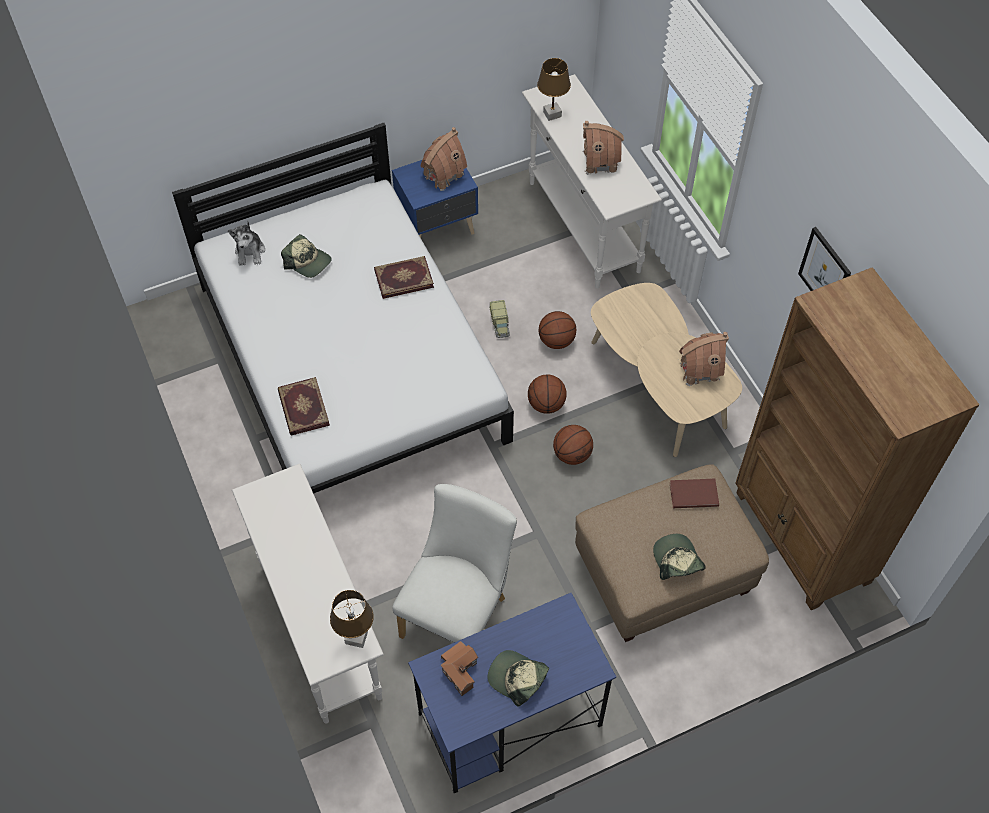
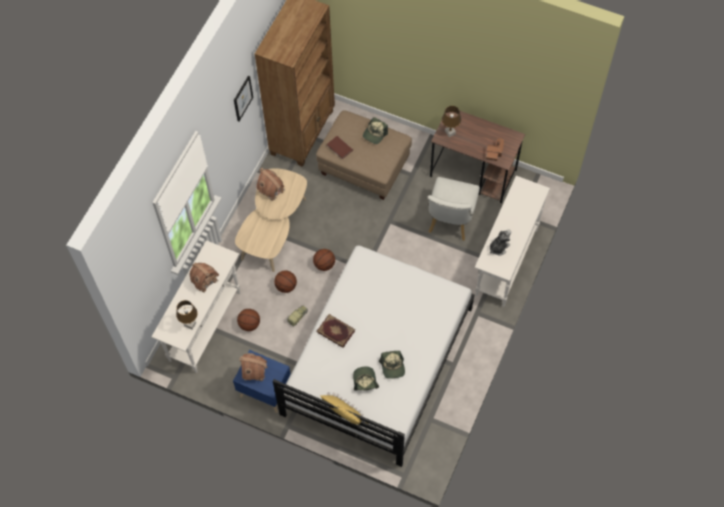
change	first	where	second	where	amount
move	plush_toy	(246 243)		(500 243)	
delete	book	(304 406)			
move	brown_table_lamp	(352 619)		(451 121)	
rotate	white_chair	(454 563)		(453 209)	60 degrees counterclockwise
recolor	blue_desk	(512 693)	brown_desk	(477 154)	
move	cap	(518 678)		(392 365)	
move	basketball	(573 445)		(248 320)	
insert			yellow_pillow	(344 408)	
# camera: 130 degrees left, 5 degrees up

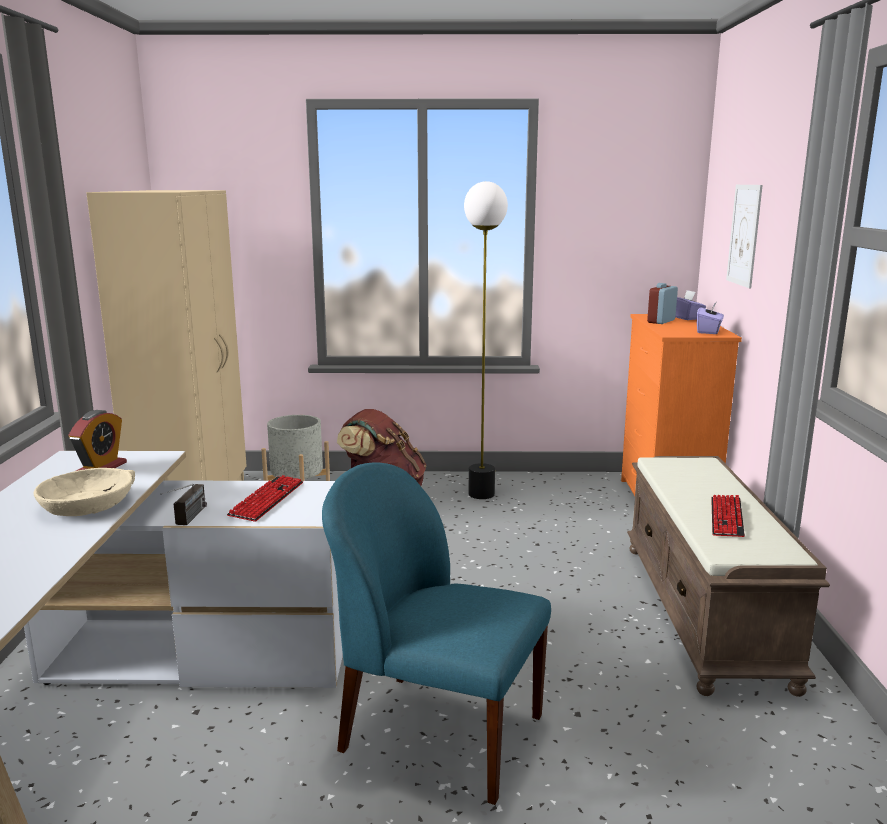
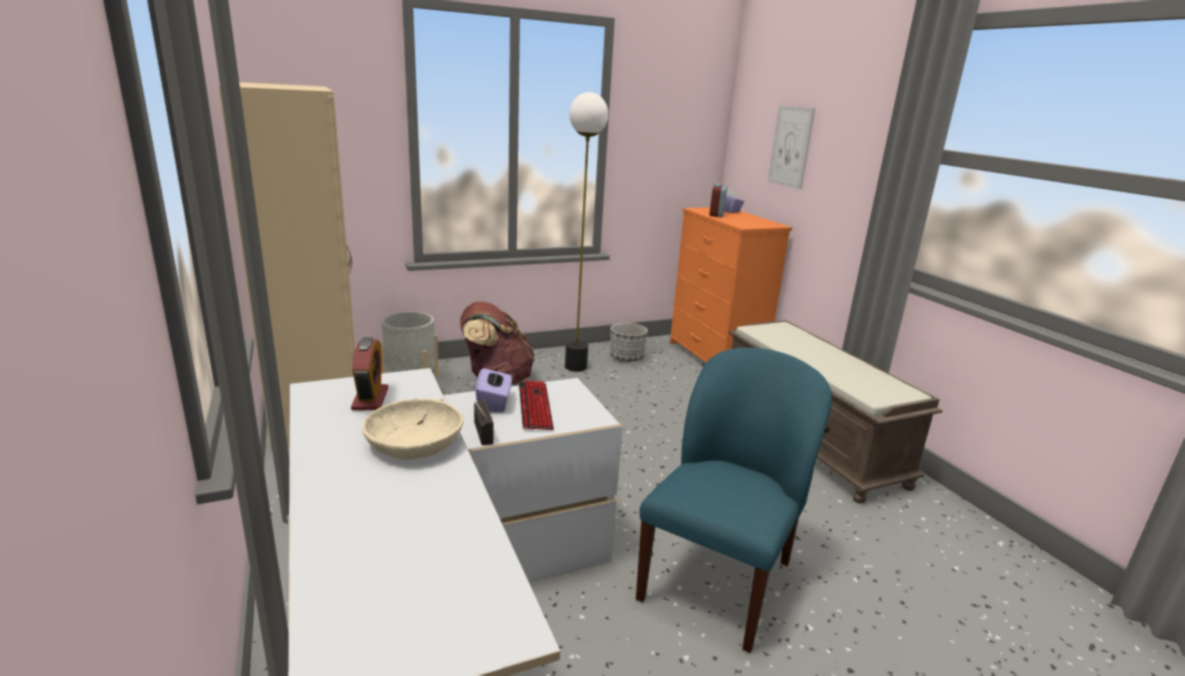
change	first	where	second	where	amount
rotate	blue_chair	(436 633)		(734 500)	120 degrees clockwise
move	purple_tissue_box	(710 318)		(494 390)	
delete	keyboard	(728 516)			
insert			planter	(629 342)	
# camera: 25 degrees left, 5 degrees up

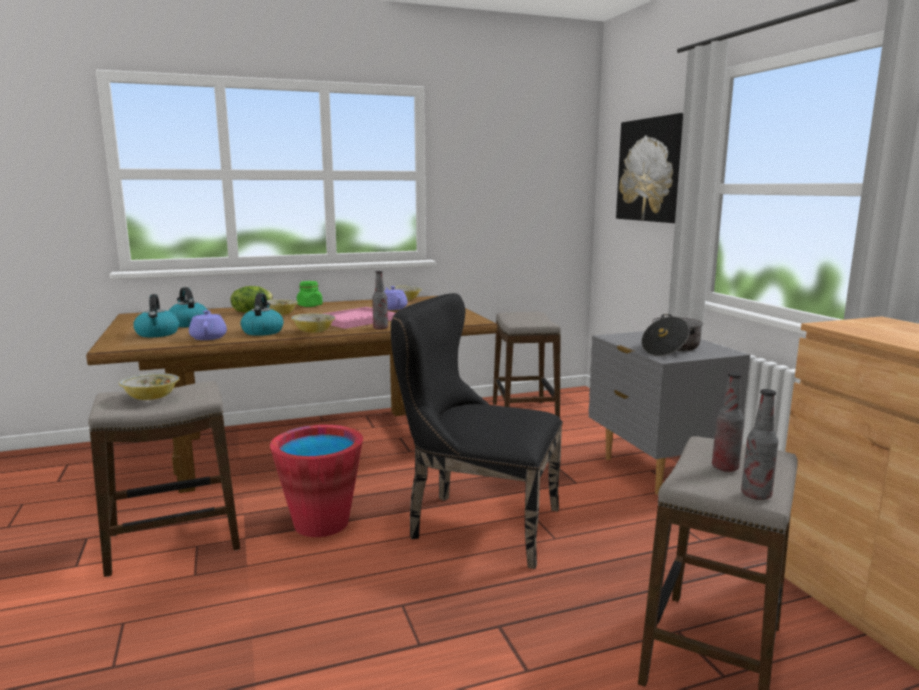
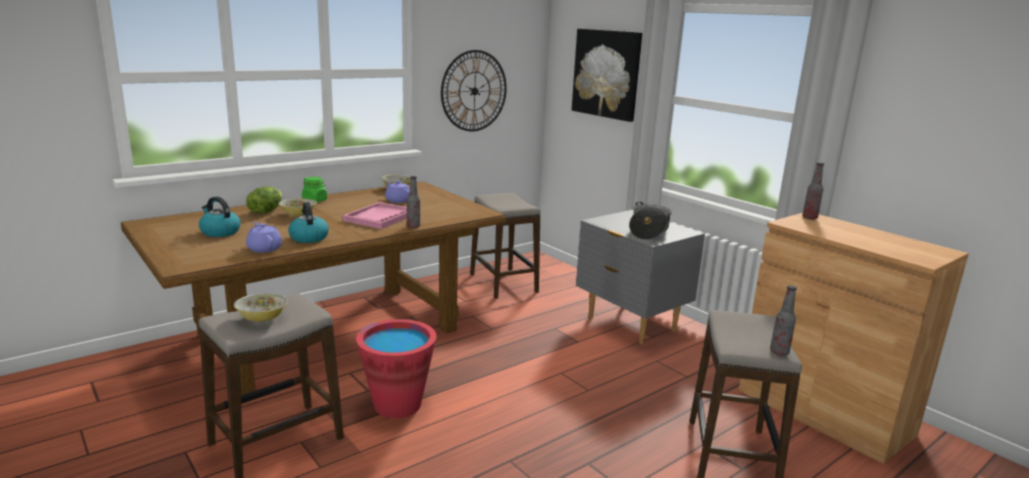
change	first	where	second	where	amount
delete	kettle	(156 315)			
delete	bowl	(313 323)			
delete	black_chair	(477 431)			
move	bottle	(728 422)		(813 190)	
insert			wall_clock	(474 90)	
# camera: 20 degrees left, 5 degrees up

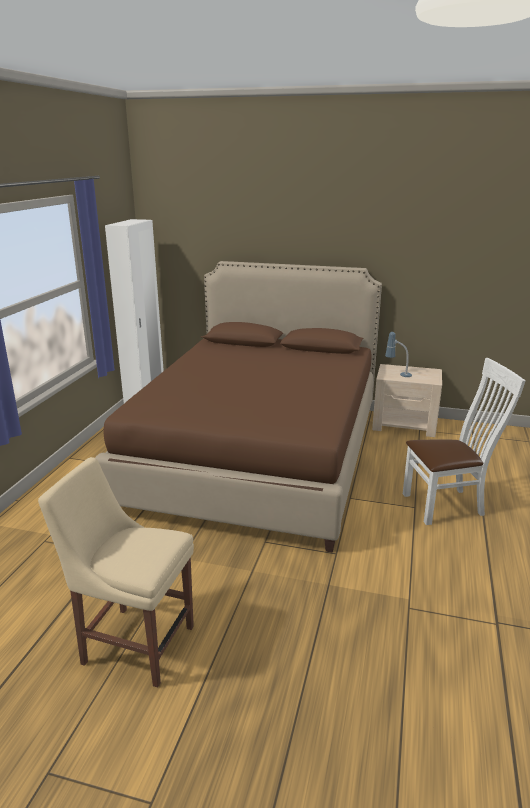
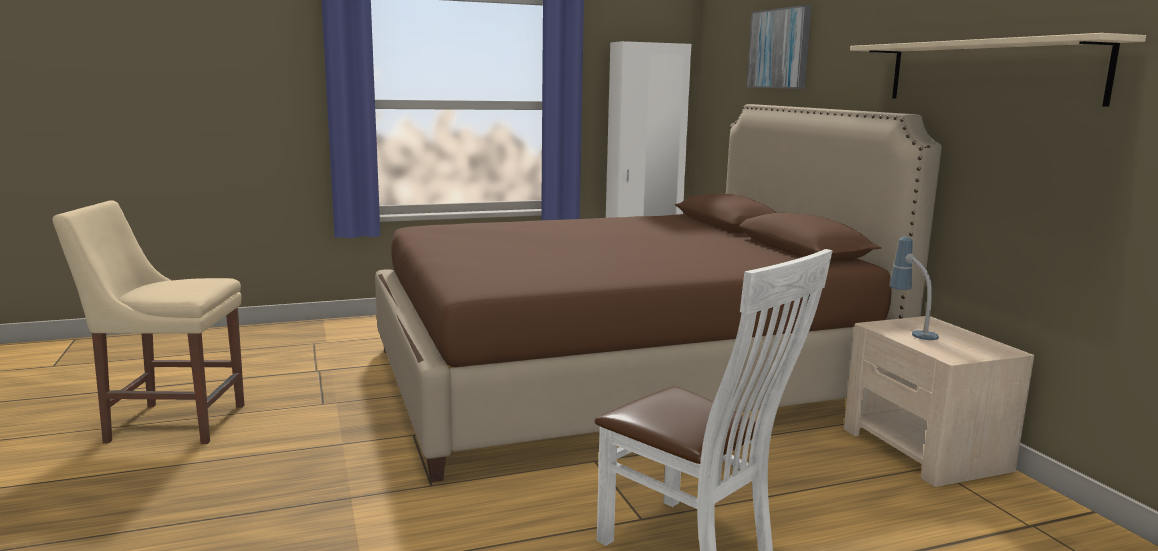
change	first	where	second	where	amount
rotate	beige_chair	(116 572)		(148 322)	75 degrees counterclockwise
insert			picture	(779 47)	
insert			beige_shelf	(998 70)	
# camera: 55 degrees right, 10 degrees down

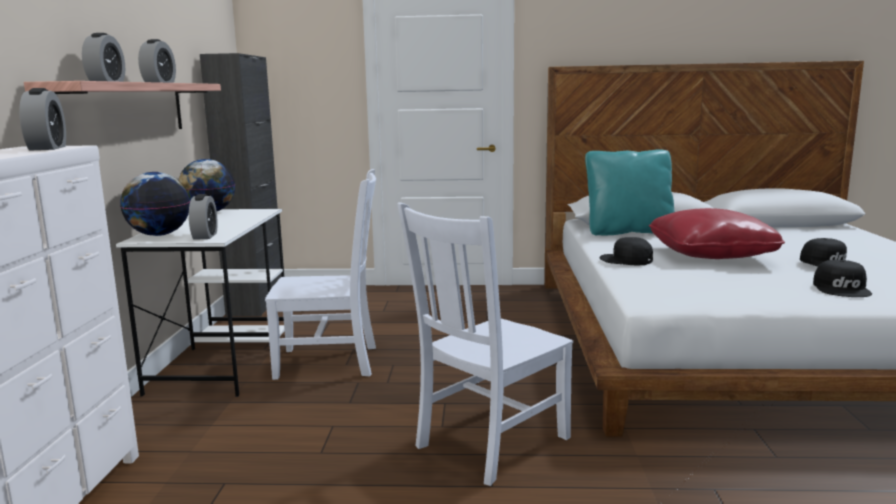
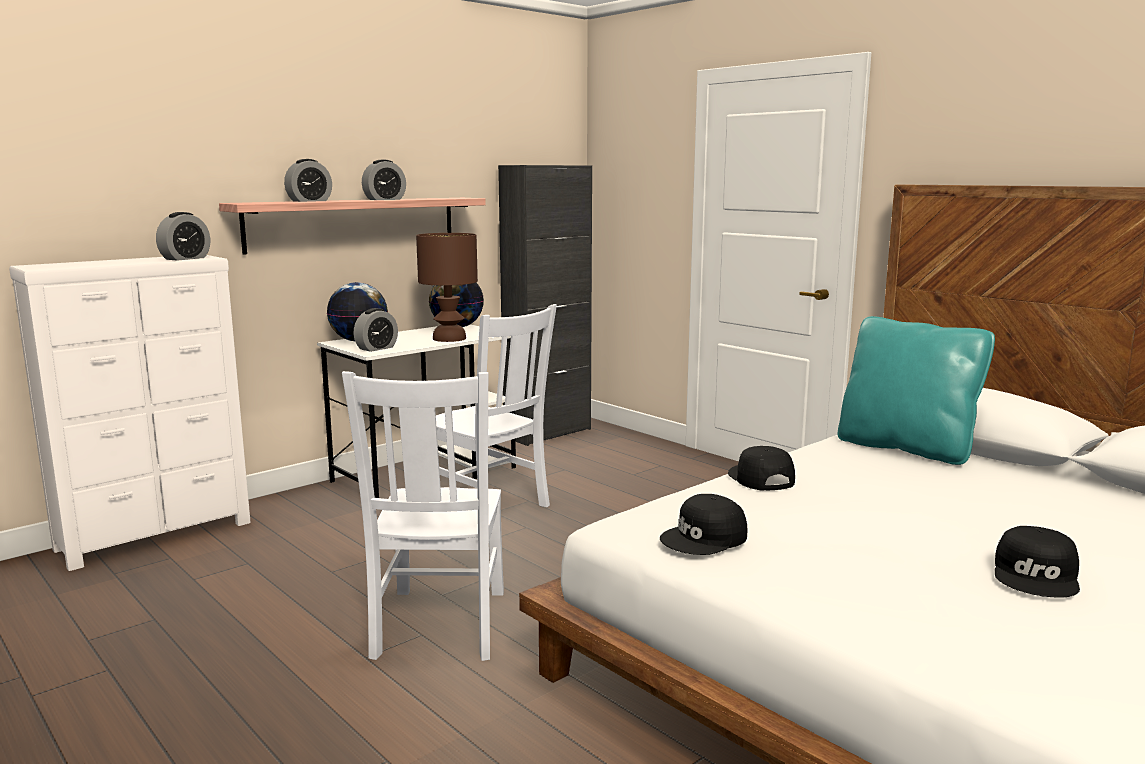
change	first	where	second	where	amount
rotate	white_chair	(485 344)		(423 516)	90 degrees counterclockwise
delete	red_pillow	(717 233)			
move	black_cap	(842 278)		(703 524)	
insert			brown_table_lamp	(447 287)	
# camera: 45 degrees right, 0 degrees up

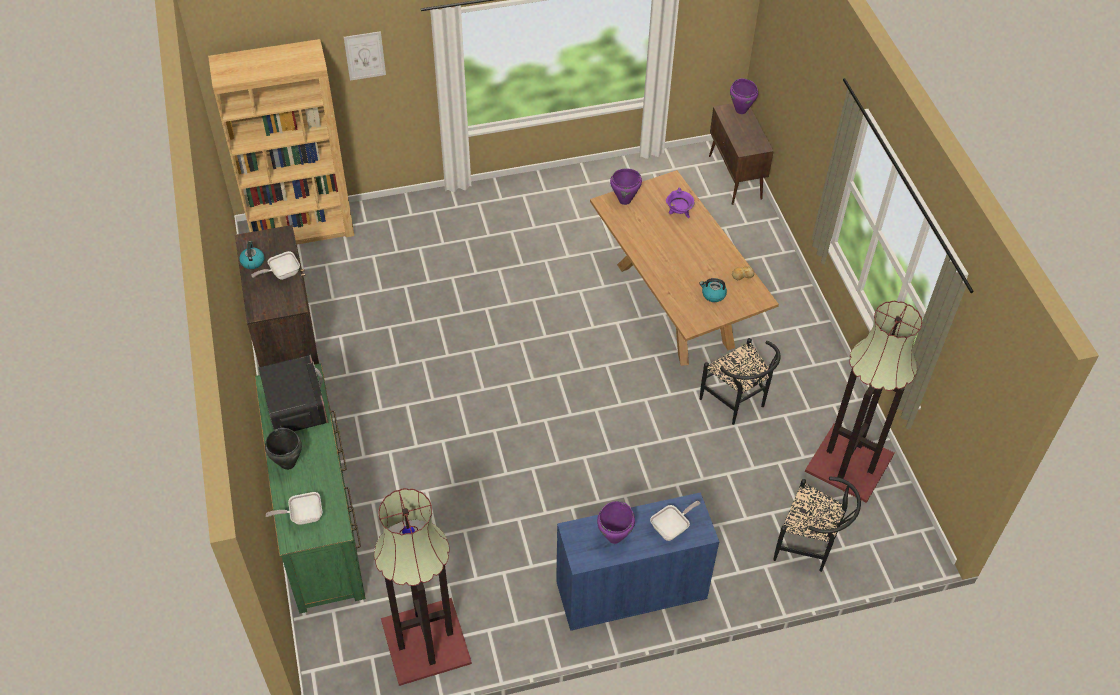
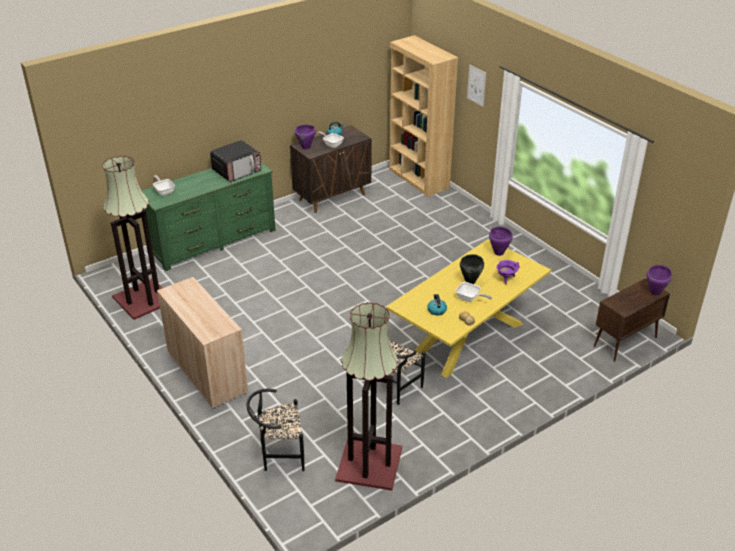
change	first	where	second	where	amount
move	black_cooking_pot	(283 449)		(472 269)	
recolor	blue_cabinet	(637 561)	beige_cabinet	(202 343)	
recolor	brown_dining_table	(684 268)	yellow_dining_table	(468 308)	
move	purple_cooking_pot	(616 522)		(305 137)	
move	frying_pan	(675 521)		(473 292)	
rotate	black_chair	(817 524)		(275 430)	75 degrees clockwise
# camera: 70 degrees right, 15 degrees down

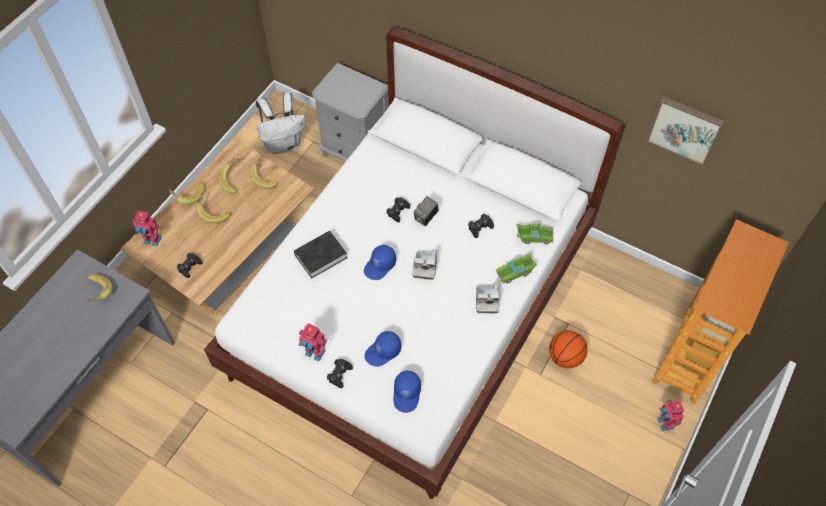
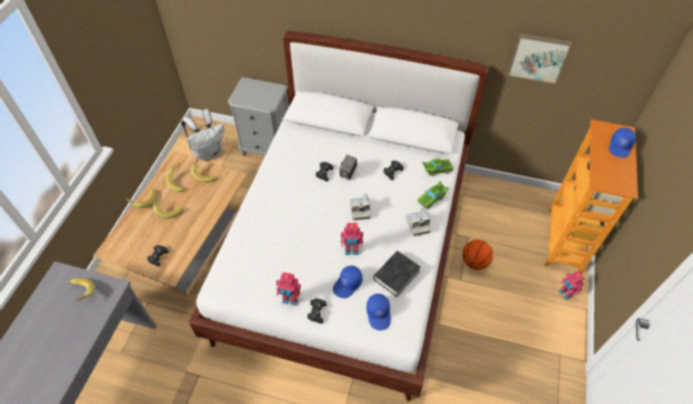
change	first	where	second	where	amount
move	toy_robot	(147 229)		(352 239)	
move	black_book	(320 254)		(397 274)	
move	blue_cap	(380 262)		(622 142)	
# camera: 15 degrees left, 5 degrees down

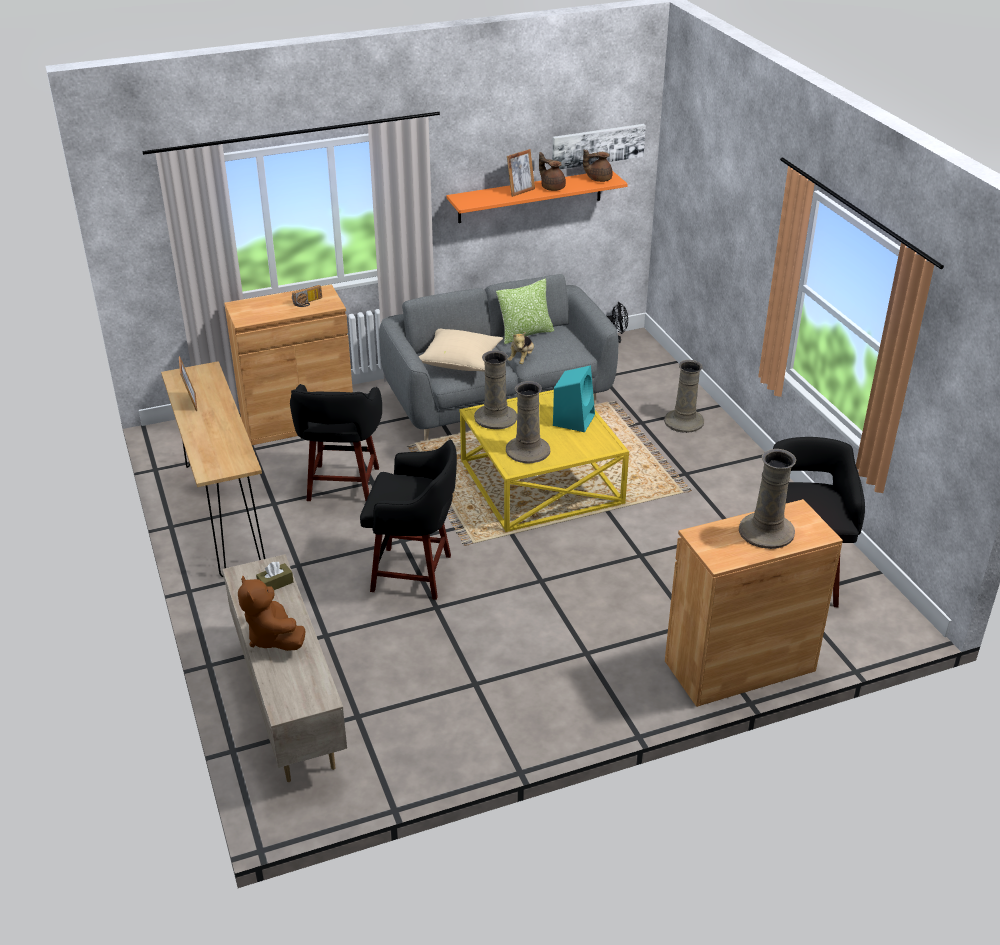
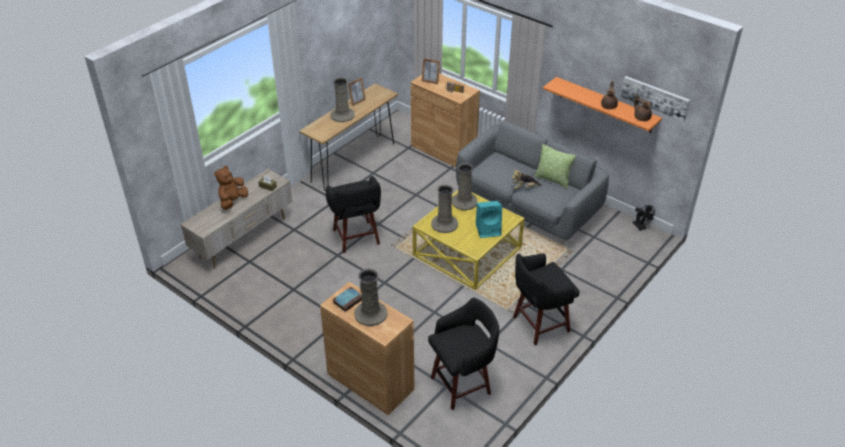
change	first	where	second	where	amount
move	black_stool	(336 442)		(546 299)	
delete	beige_pillow	(460 349)			
move	picture_frame	(521 173)		(431 71)	
move	beige_vase	(684 396)		(342 99)	
insert			book	(347 299)	
# camera: 60 degrees right, 5 degrees up

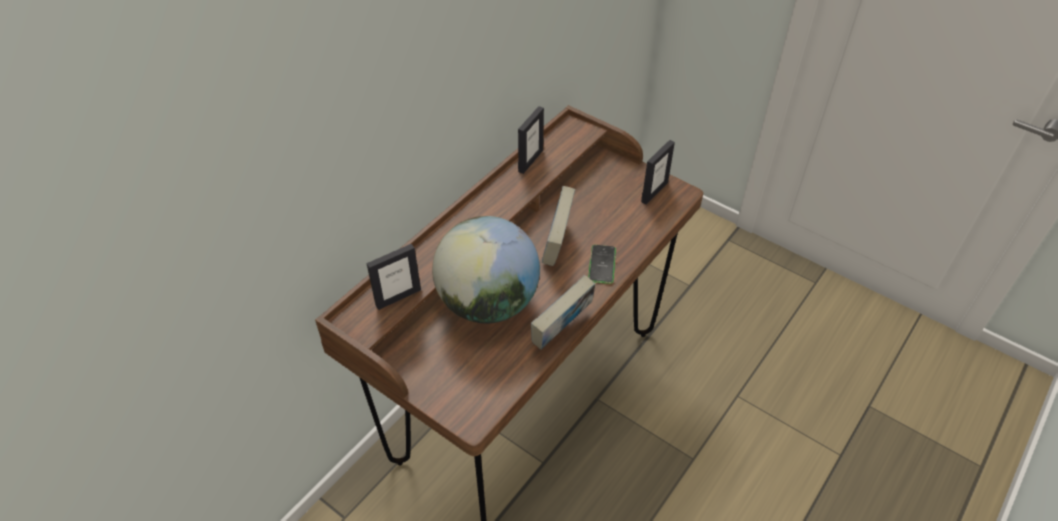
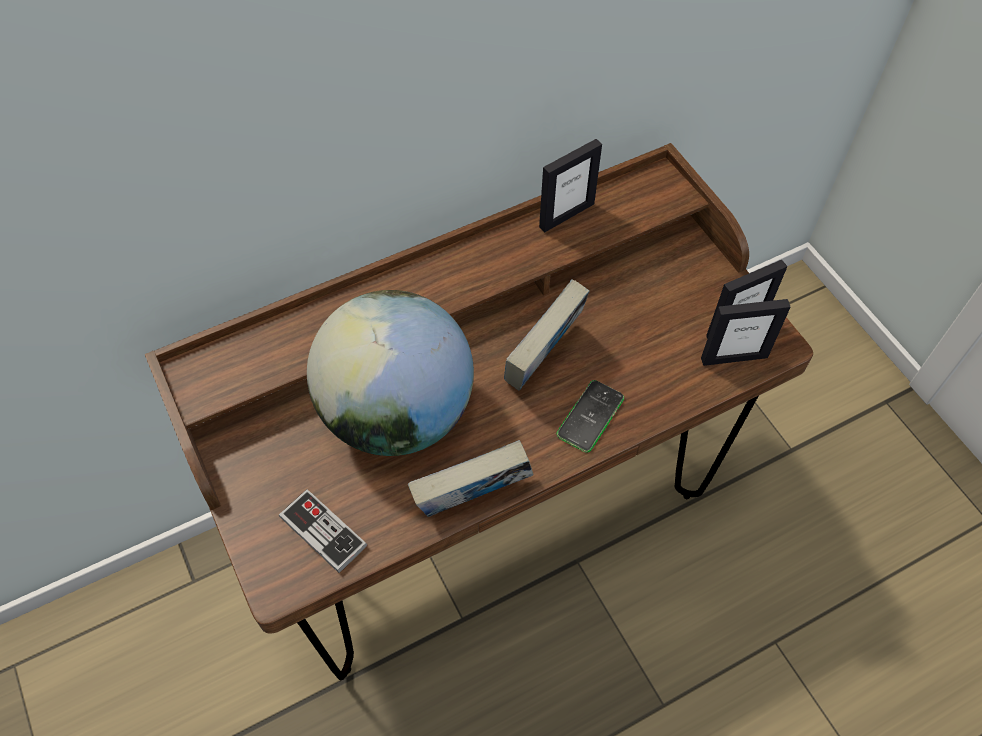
change	first	where	second	where	amount
move	picture_frame	(393 277)		(745 332)	
insert			game_controller	(323 531)	
# camera: 25 degrees right, 10 degrees up

